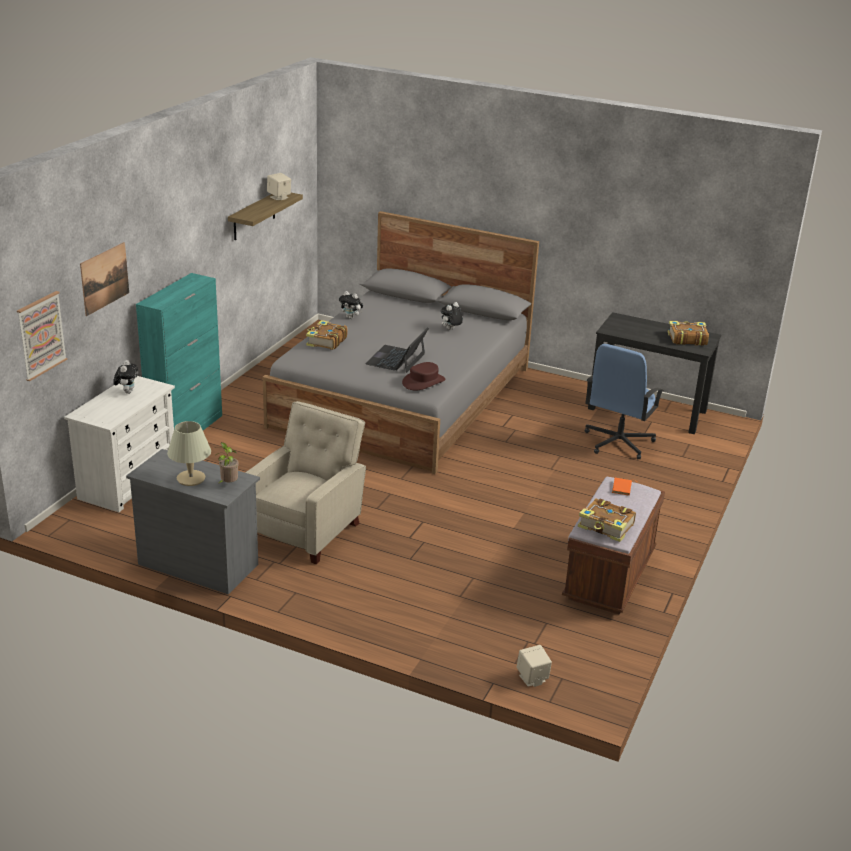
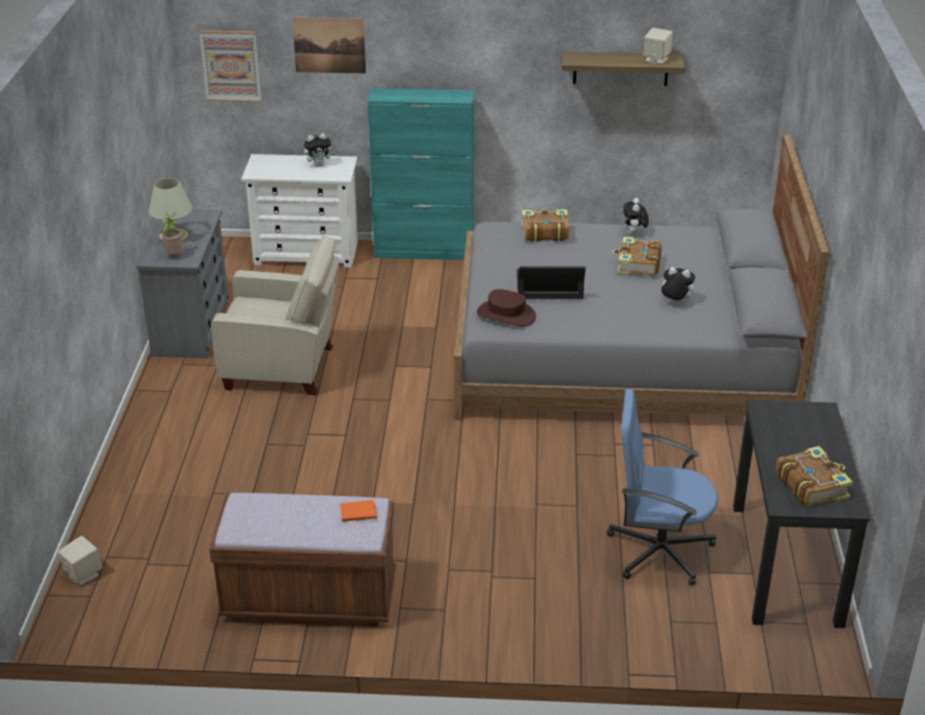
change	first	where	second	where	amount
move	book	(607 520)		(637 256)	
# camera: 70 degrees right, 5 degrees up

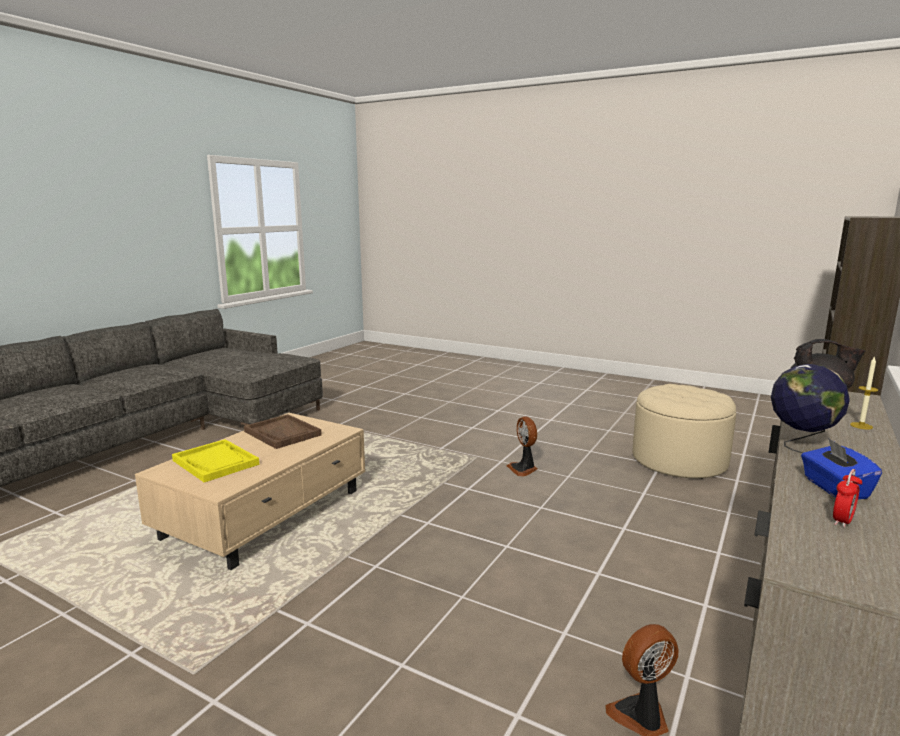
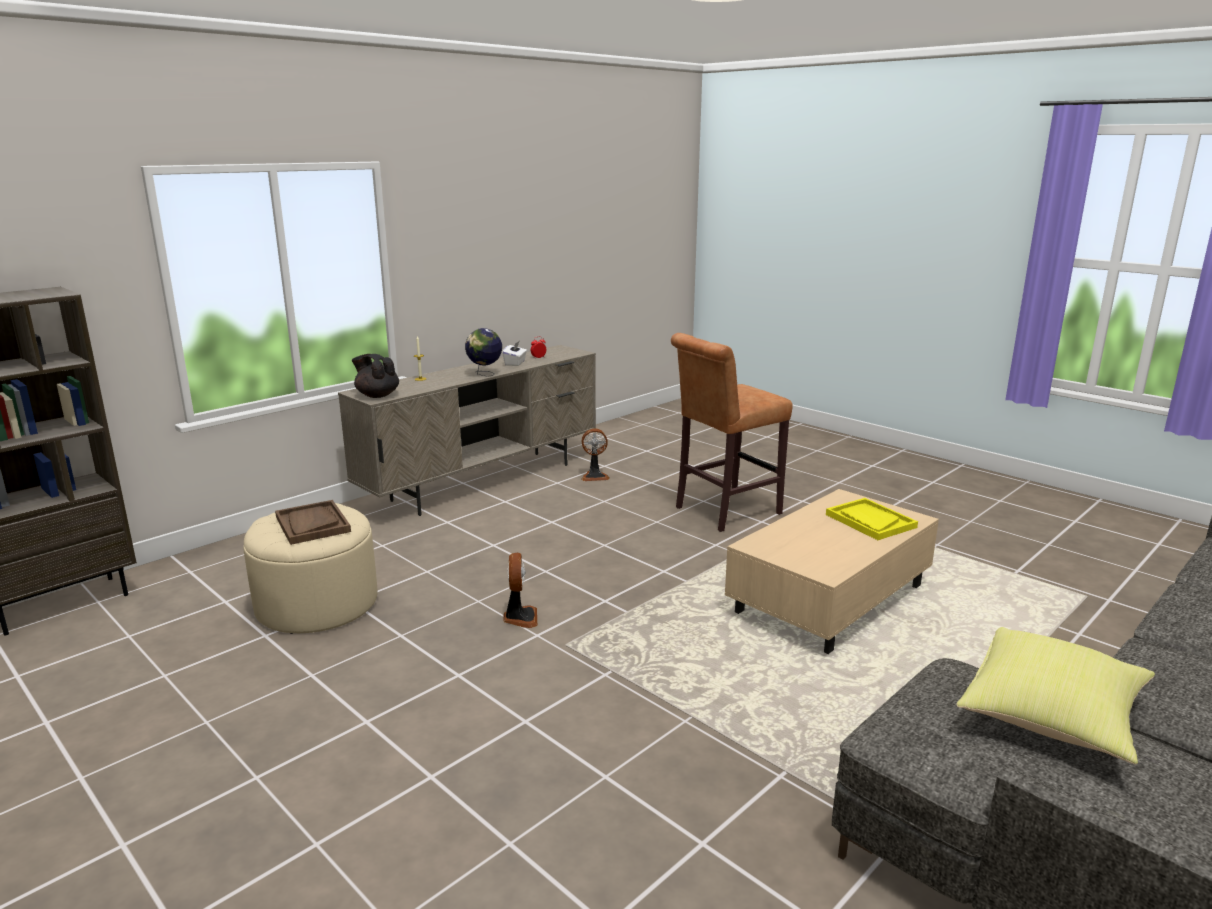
change	first	where	second	where	amount
move	brown_tray	(283 431)		(313 522)	
recolor	blue_tissue_box	(841 468)	white_tissue_box	(515 354)	
insert			brown_stool	(732 432)	
insert			yellow_pillow	(1056 695)	
# camera: 165 degrees left, 5 degrees up

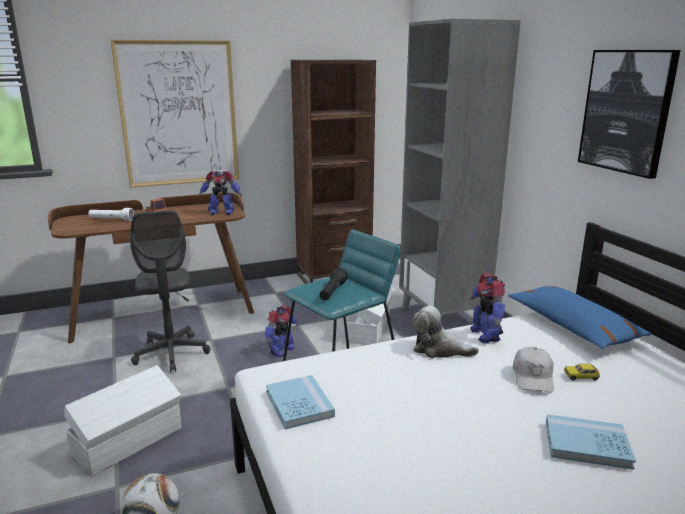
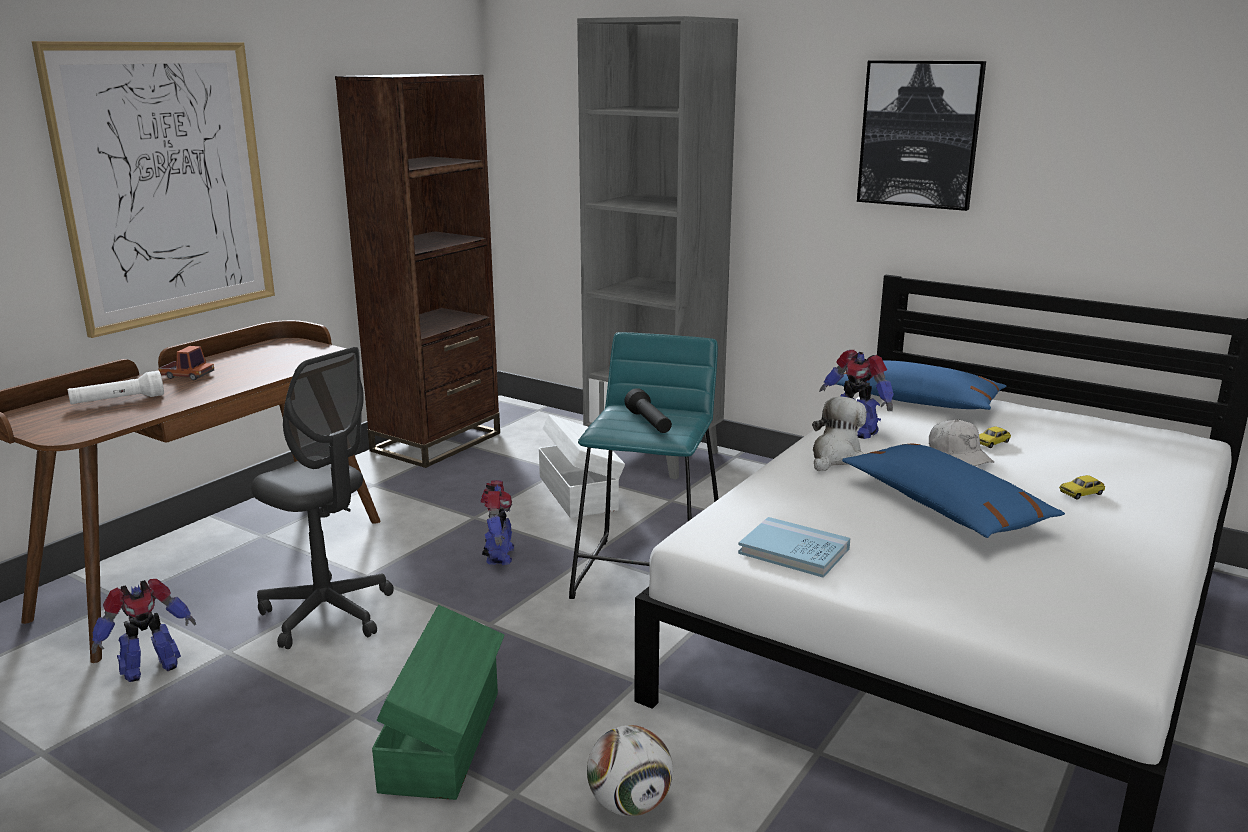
change	first	where	second	where	amount
recolor	white_storage_box	(123 420)	green_storage_box	(438 702)	
move	toy_robot	(220 193)		(143 630)	
rotate	plush_toy	(445 331)		(839 433)	135 degrees clockwise
replace	blue_book	(591 442)	toy_car	(1082 487)	
insert			blue_pillow	(953 491)	
# camera: 35 degrees left, 0 degrees up

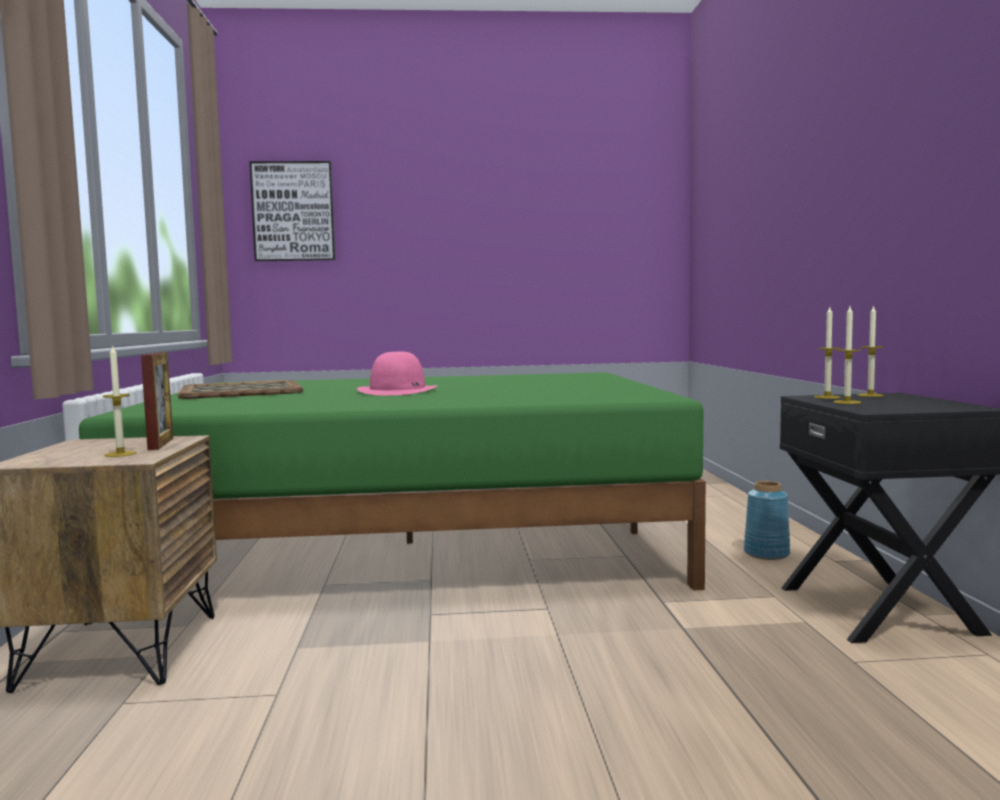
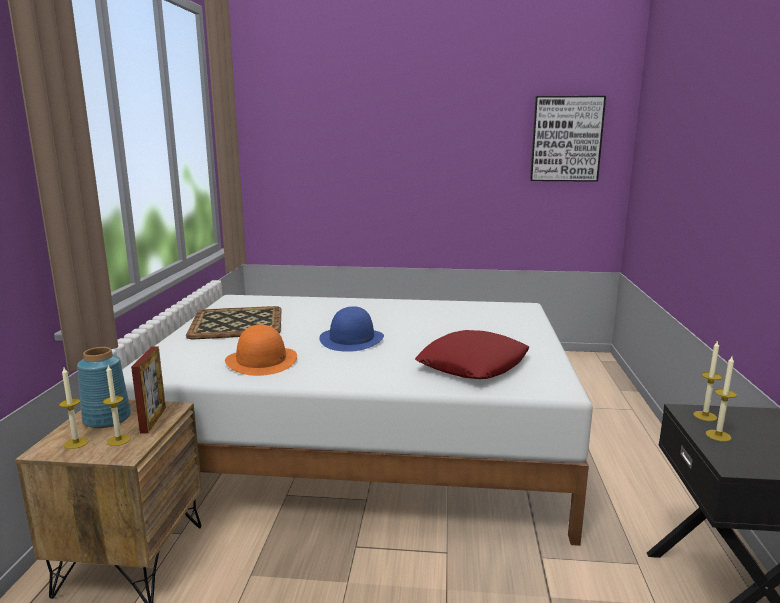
change	first	where	second	where	amount
recolor	green_bed	(392 481)	white_bed	(357 420)	
move	picture	(292 211)		(568 139)	
recolor	pink_hat	(397 374)	blue_hat	(351 329)	
move	blue_vase	(767 520)		(104 387)	
move	candle	(871 351)		(74 408)	
insert			orange_hat	(261 350)	
insert			red_pillow	(472 354)	
# camera: 10 degrees right, 10 degrees up

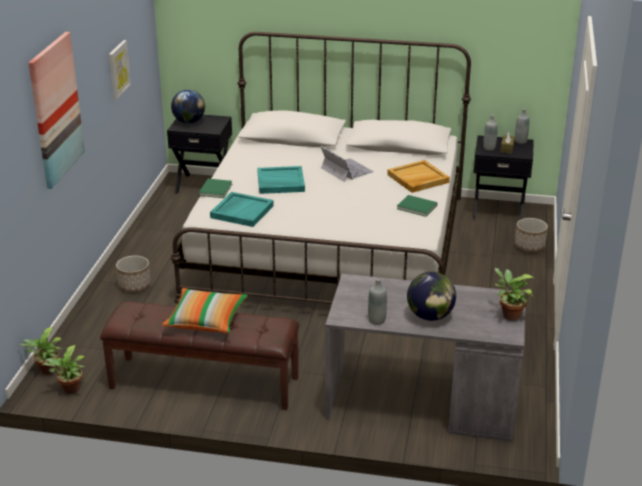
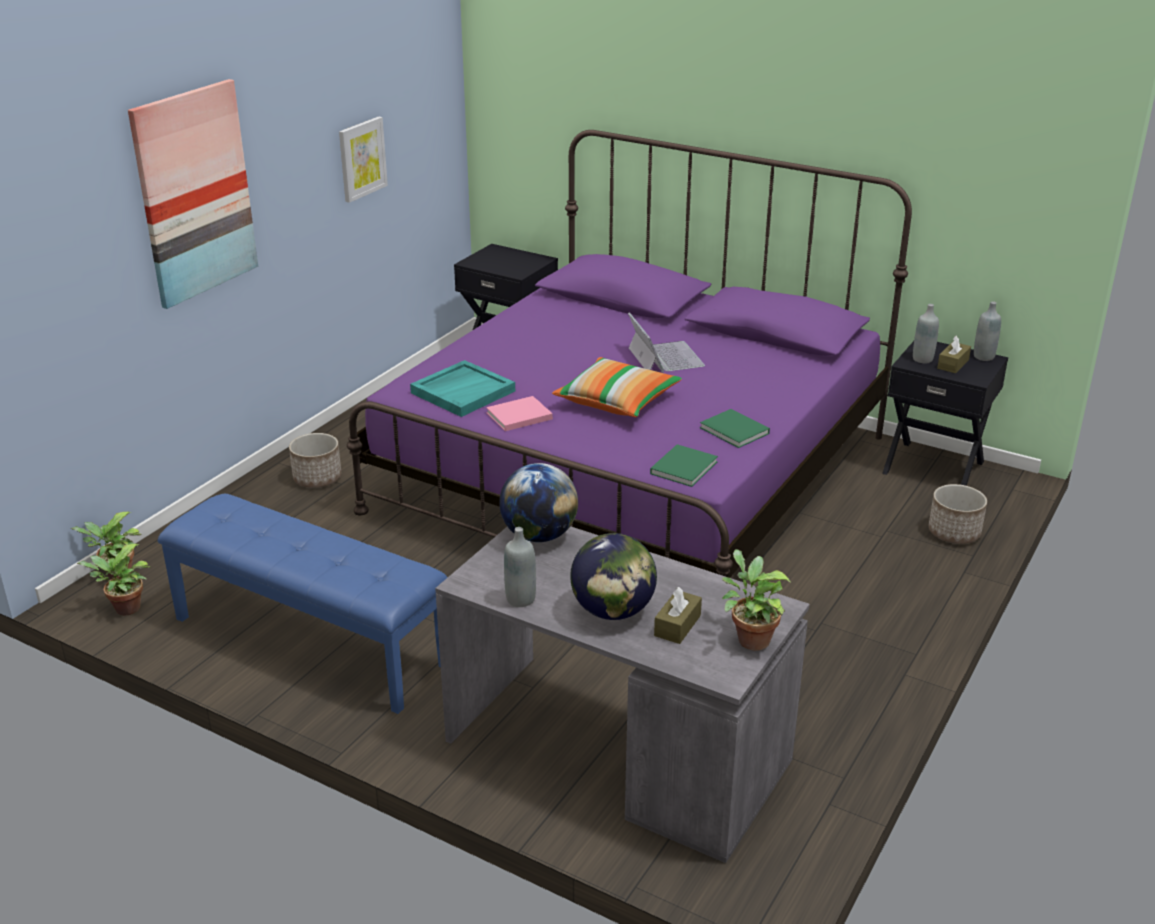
change	first	where	second	where	amount
recolor	brown_bench	(199 355)	blue_bench	(303 604)	
move	pillow	(205 310)		(617 387)	
recolor	white_bed	(321 168)	purple_bed	(629 354)	
move	globe	(188 106)		(538 502)	
move	green_book	(215 188)		(684 465)	
delete	turquoise_tray	(281 180)			
delete	beige_tray	(418 176)			
insert			pink_book	(519 413)	
insert			brown_tissue_box	(678 615)	
# camera: 20 degrees right, 0 degrees up

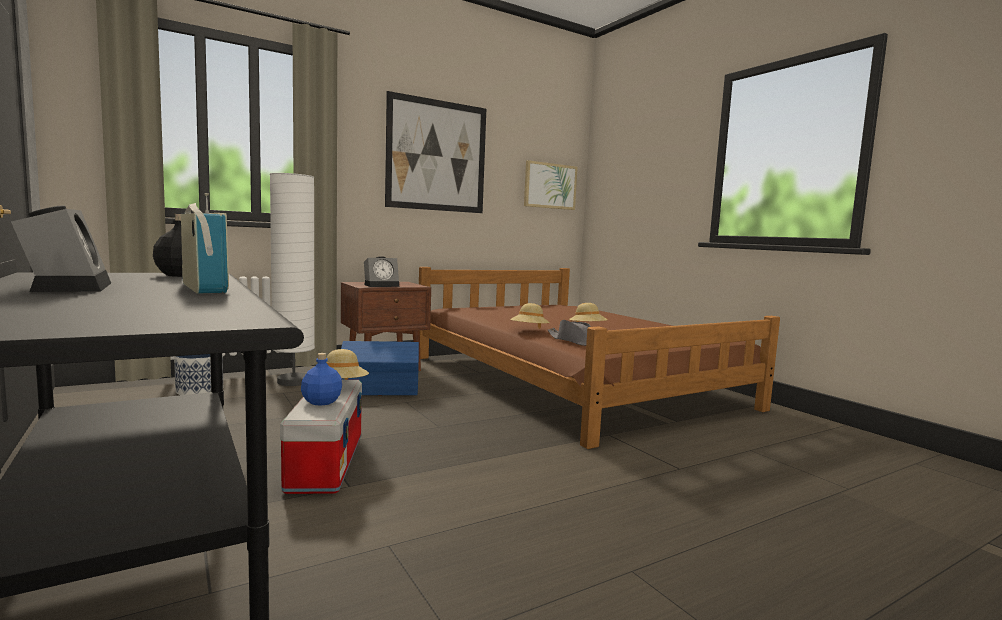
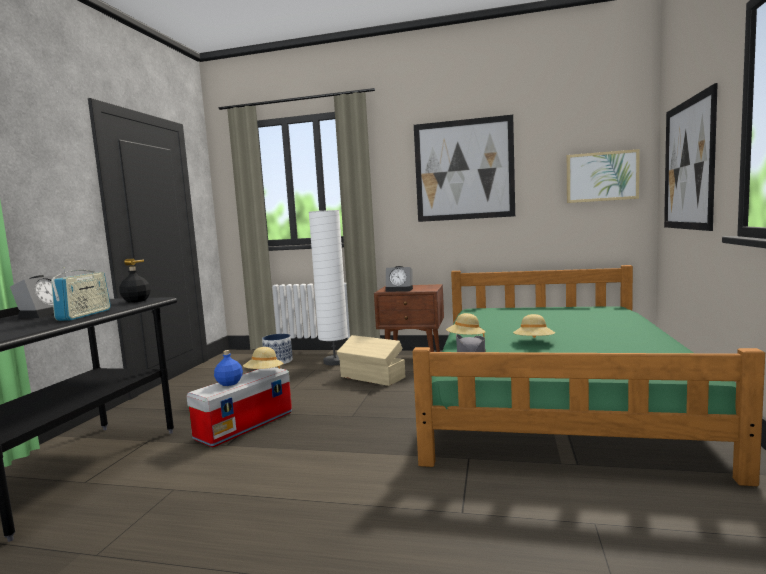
change	first	where	second	where	amount
recolor	blue_storage_box	(380 368)	beige_storage_box	(371 360)	
recolor	brown_bed	(599 358)	green_bed	(589 375)	
insert			picture	(691 157)	
# camera: 45 degrees right, 0 degrees up

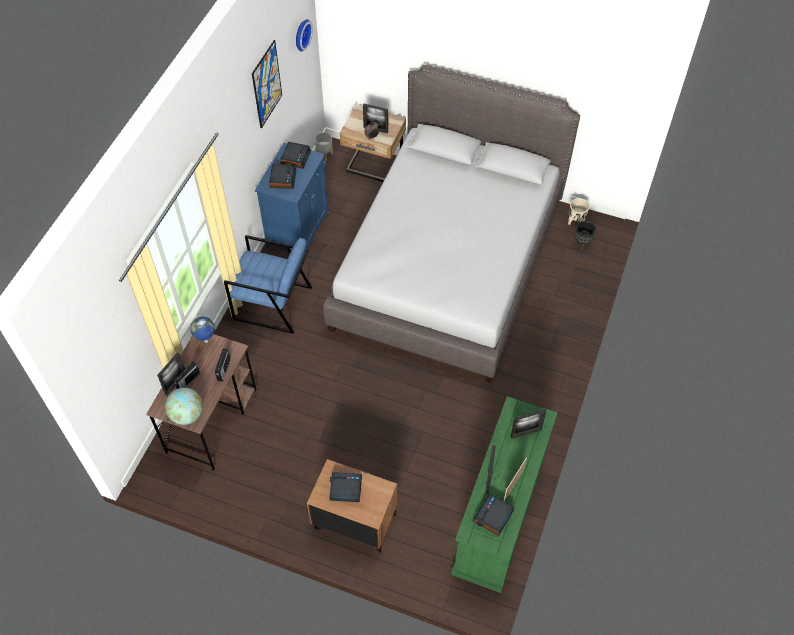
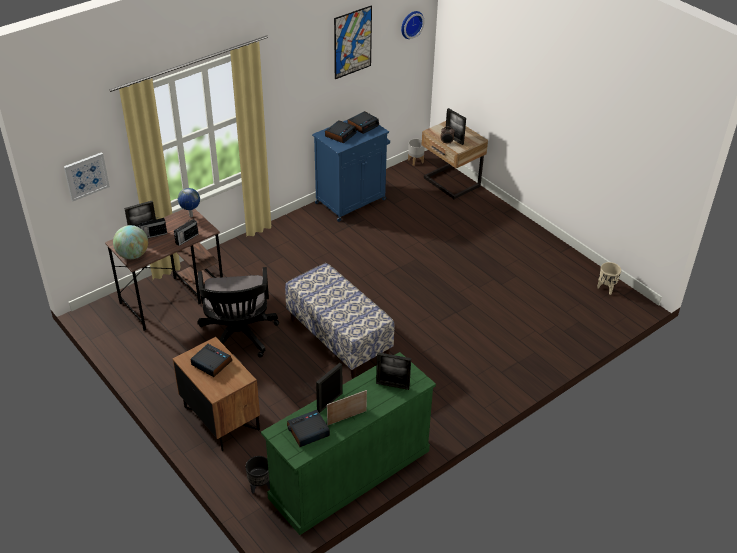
change	first	where	second	where	amount
delete	blue_armchair	(268 284)			
delete	grey_bed	(451 223)			
move	black_planter	(585 236)		(257 475)	
insert			picture	(87 176)	
insert			black_office_chair	(238 312)	
insert			bench	(340 320)	
# camera: 30 degrees right, 15 degrees down

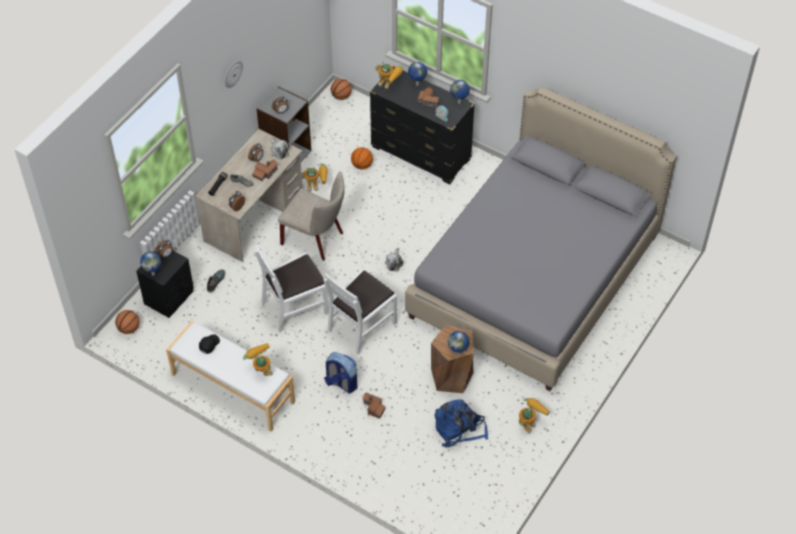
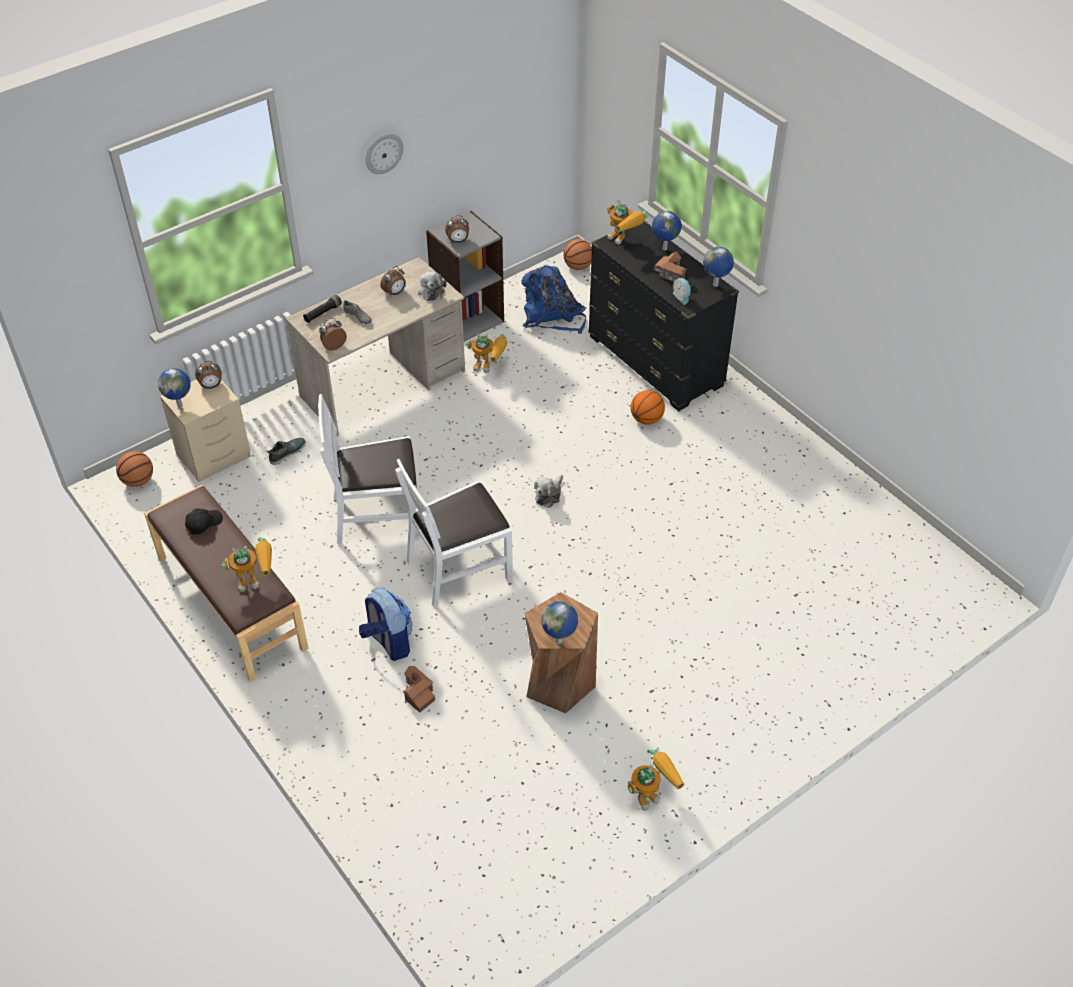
change	first	where	second	where	amount
recolor	black_nightstand	(165 284)	beige_nightstand	(205 430)	
recolor	white_bench	(230 376)	brown_bench	(226 583)	
rotate	toy_robot	(258 359)		(246 564)	90 degrees clockwise
delete	toy_house	(265 170)			
delete	beige_chair	(311 216)			
move	basketball	(362 158)		(648 407)	
delete	grey_bed	(541 239)			
move	blue_backpack	(461 423)		(553 299)	
# camera: 20 degrees right, 5 degrees down

